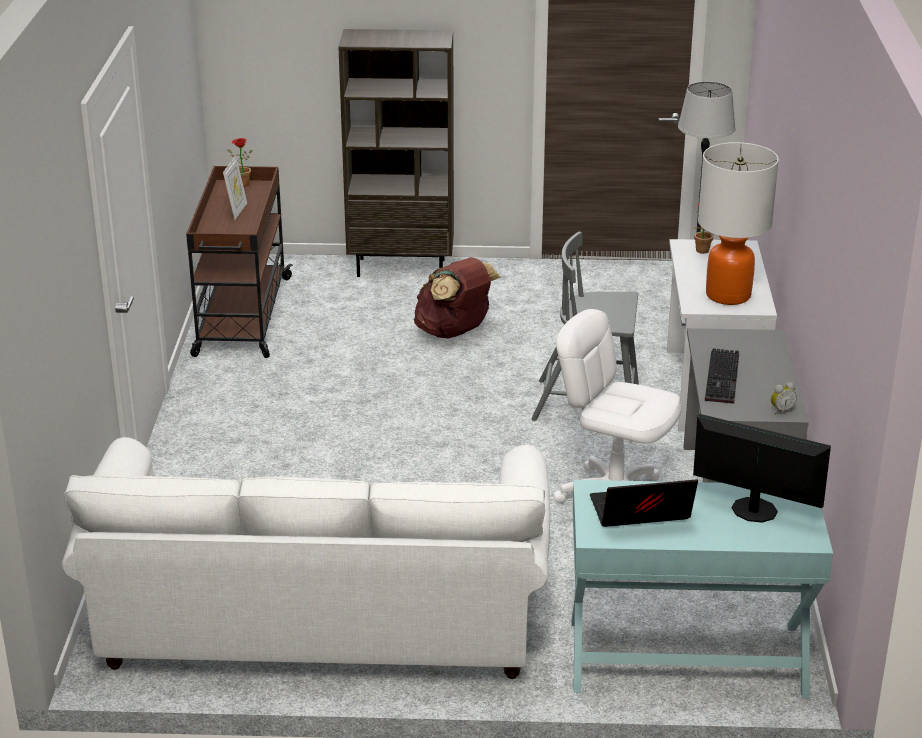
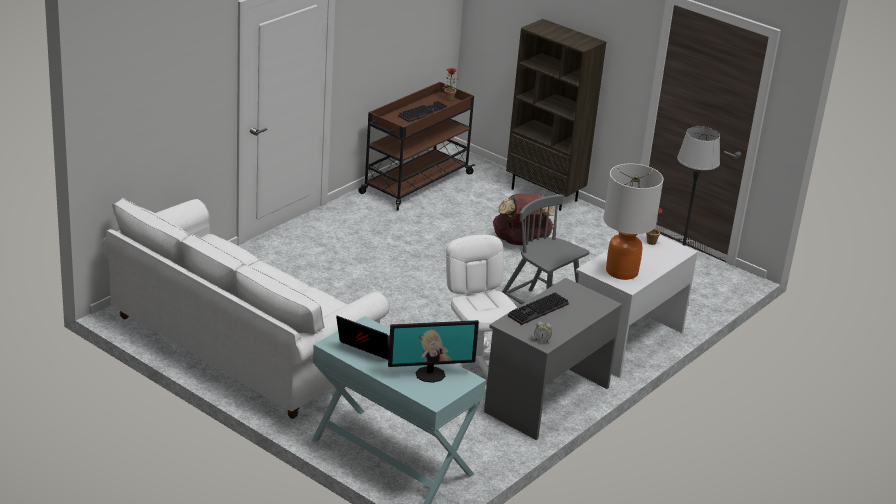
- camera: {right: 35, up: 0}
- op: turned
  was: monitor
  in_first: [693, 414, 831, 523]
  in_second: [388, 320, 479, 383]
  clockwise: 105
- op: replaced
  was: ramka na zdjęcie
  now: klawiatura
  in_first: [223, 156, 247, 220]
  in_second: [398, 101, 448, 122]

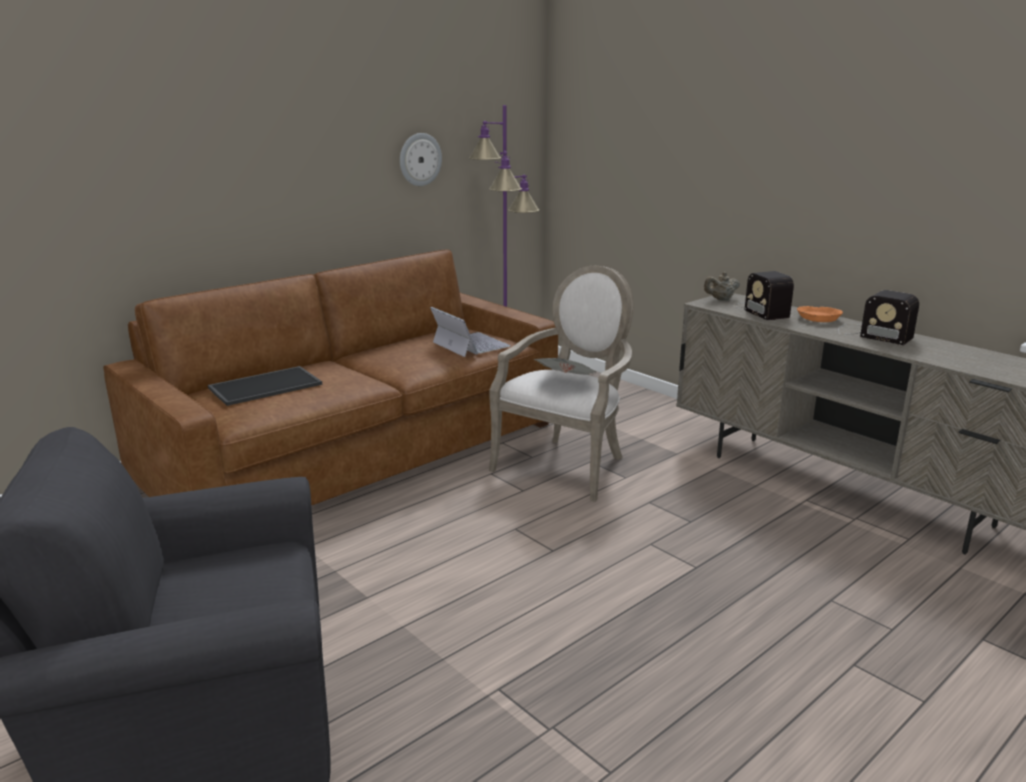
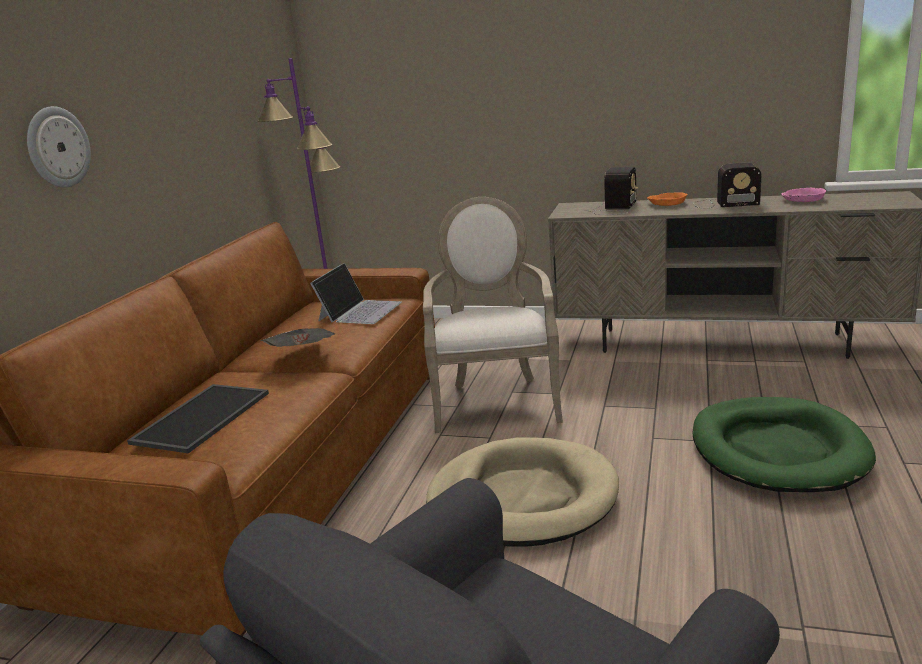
- camera: {right: -30, up: 0}
- op: moved
  was: zegar ścienny
  in_first: [400, 133, 442, 186]
  in_second: [27, 106, 91, 188]
- op: moved
  was: gazeta
  in_first: [533, 358, 596, 375]
  in_second: [260, 328, 335, 347]
- op: turned
  was: laptop
  in_first: [430, 307, 511, 357]
  in_second: [310, 263, 402, 324]
  clockwise: 90
- op: added
  now: legowisko/beżowy
  in_second: [426, 437, 619, 547]
- op: turned
  was: radio
  in_first: [734, 271, 794, 320]
  in_second: [591, 167, 639, 215]
  clockwise: -105
- op: added
  now: legowisko/zielony
  in_second: [692, 397, 876, 492]
- op: added
  now: miska/różowy
  in_second: [781, 188, 826, 202]
- op: removed
  was: imbryk/beżowy
  in_first: [704, 272, 740, 301]

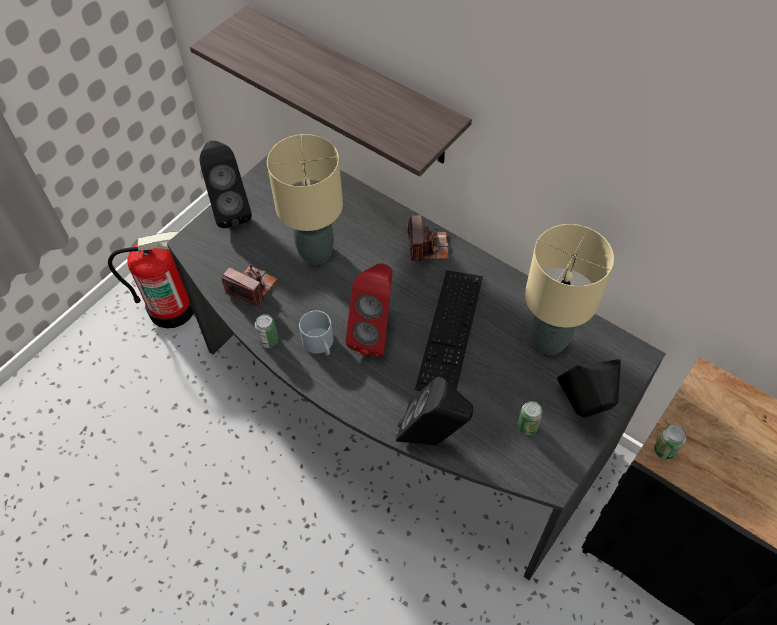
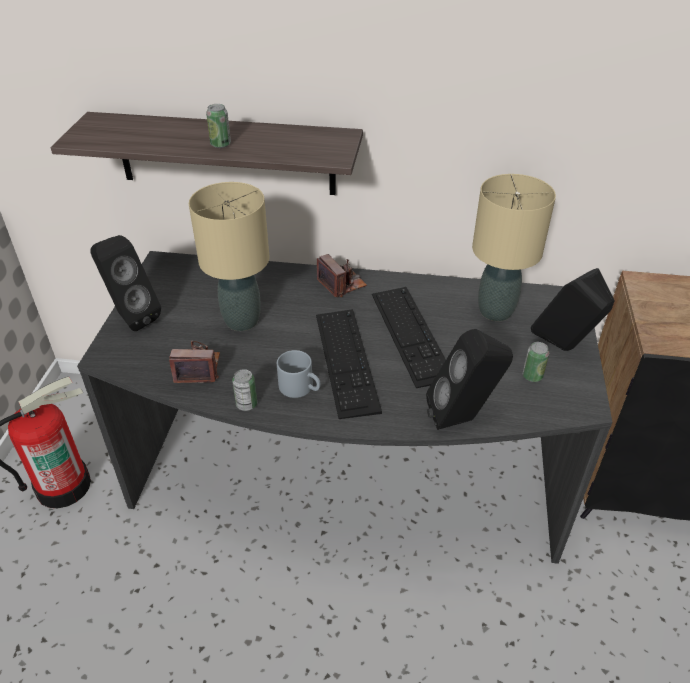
- camera: {right: -30, up: -15}
- op: moved
  was: puszka
  in_first: [654, 424, 686, 460]
  in_second: [206, 104, 231, 148]
- op: replaced
  was: głośnik/czerwony
  now: klawiatura
  in_first: [346, 263, 393, 358]
  in_second: [316, 309, 382, 419]

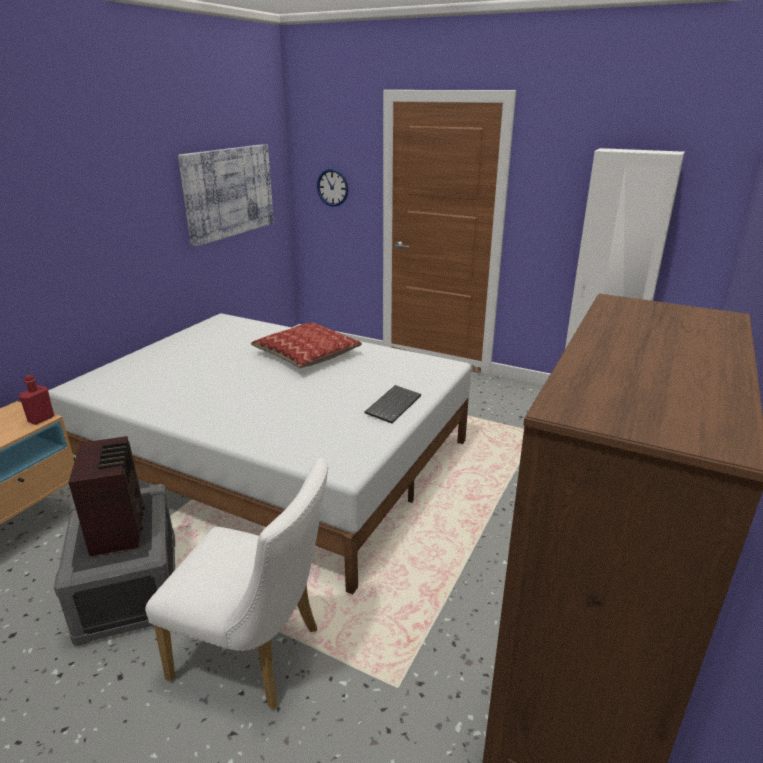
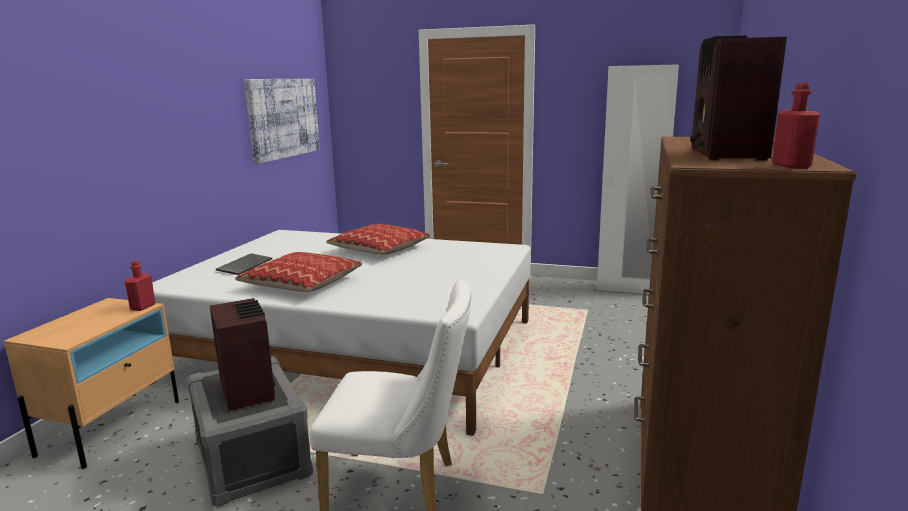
- camera: {right: -10, up: -10}
- op: moved
  was: klawiatura
  in_first: [365, 385, 421, 424]
  in_second: [216, 253, 272, 275]
- op: added
  now: poduszka
  in_second: [235, 252, 362, 292]
- op: added
  now: radio
  in_second: [690, 35, 787, 160]
- op: added
  now: butelka/czerwony
  in_second: [772, 83, 820, 168]
- op: removed
  was: zegar ścienny
  in_first: [317, 169, 348, 207]

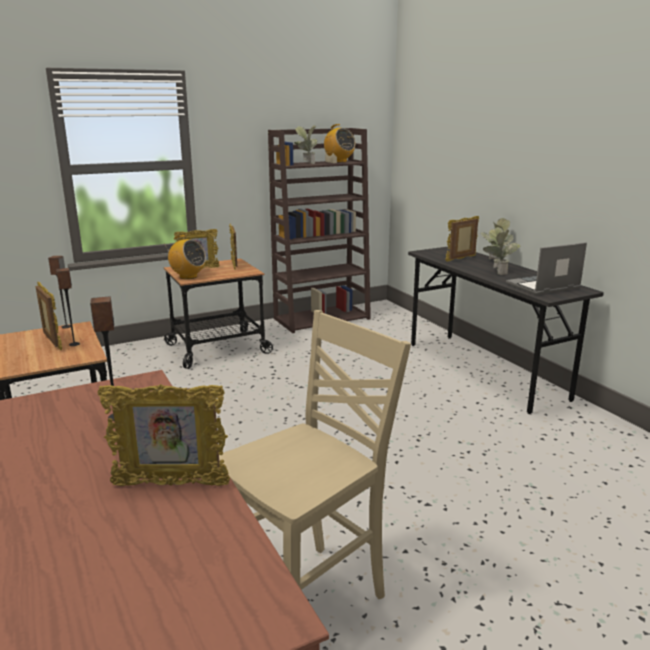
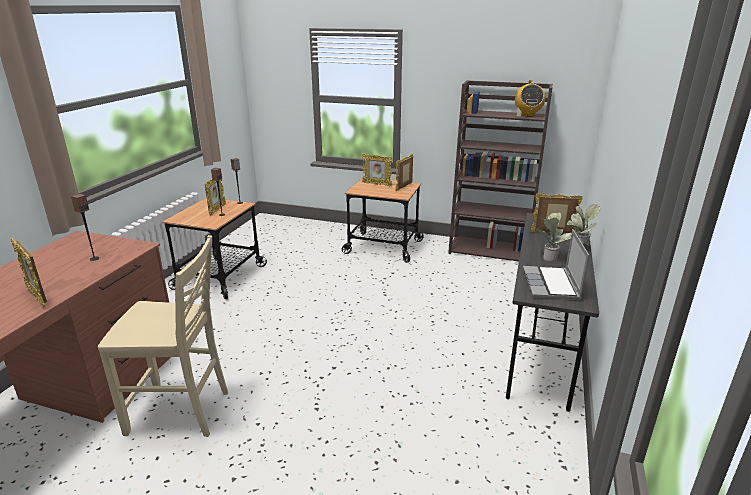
- camera: {right: 45, up: 5}
- op: turned
  was: laptop
  in_first: [506, 242, 587, 295]
  in_second: [523, 229, 589, 300]
  clockwise: -105
- op: removed
  was: radio
  in_first: [164, 235, 206, 279]
- op: removed
  was: roślina doniczkowa
  in_first: [294, 125, 317, 164]

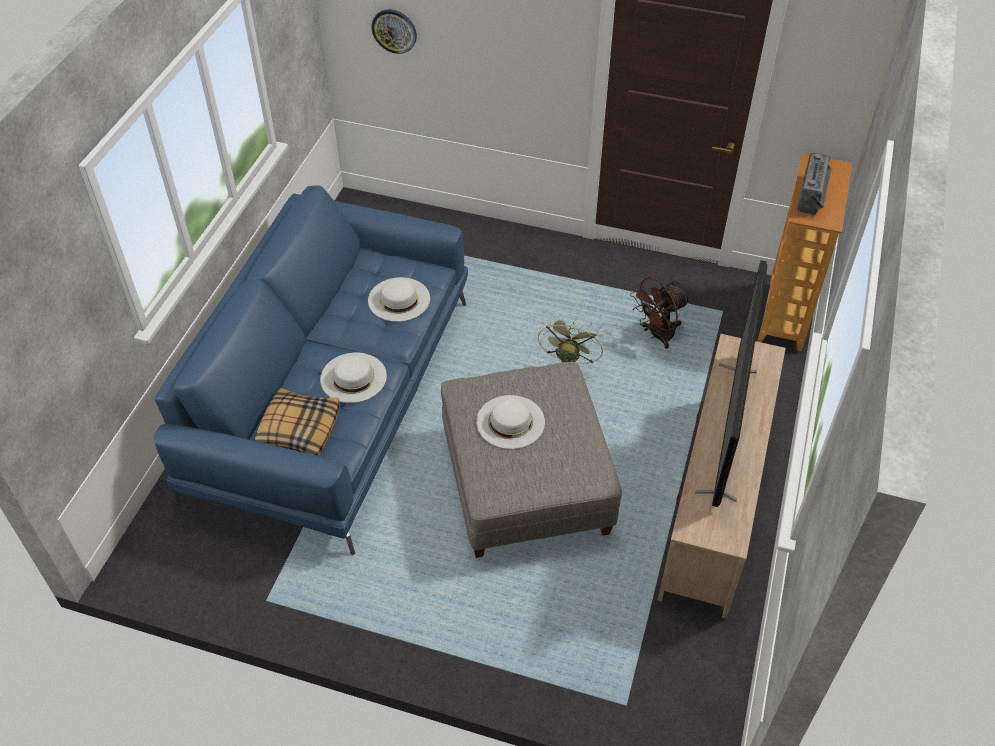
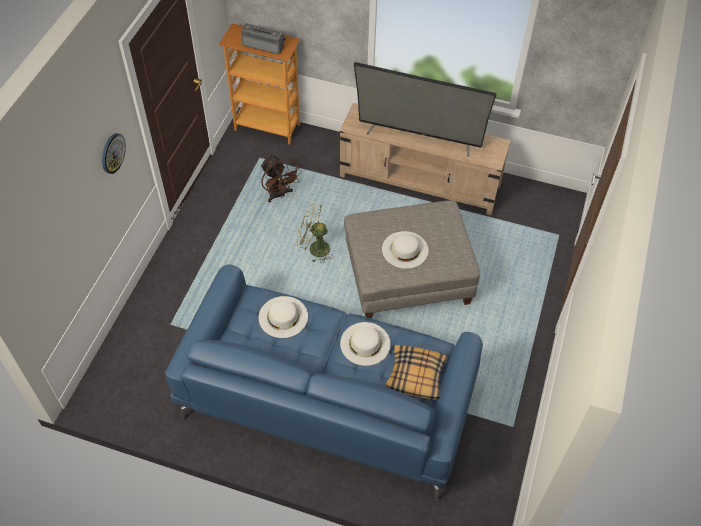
- camera: {right: -90, up: 5}
- op: moved
  was: zegar ścienny
  in_first: [371, 9, 417, 54]
  in_second: [102, 133, 126, 174]

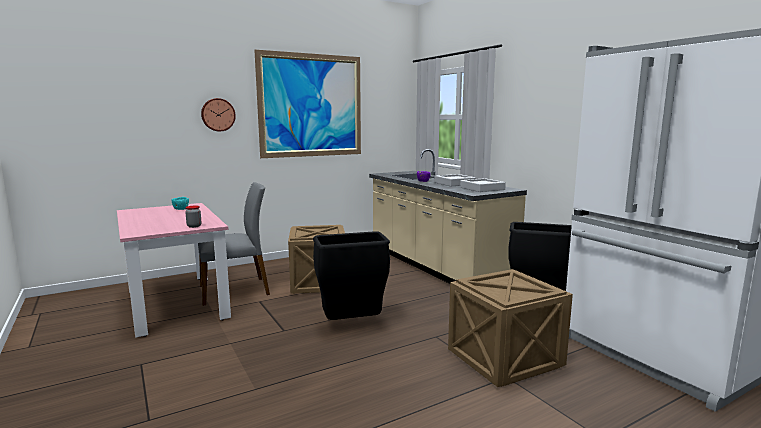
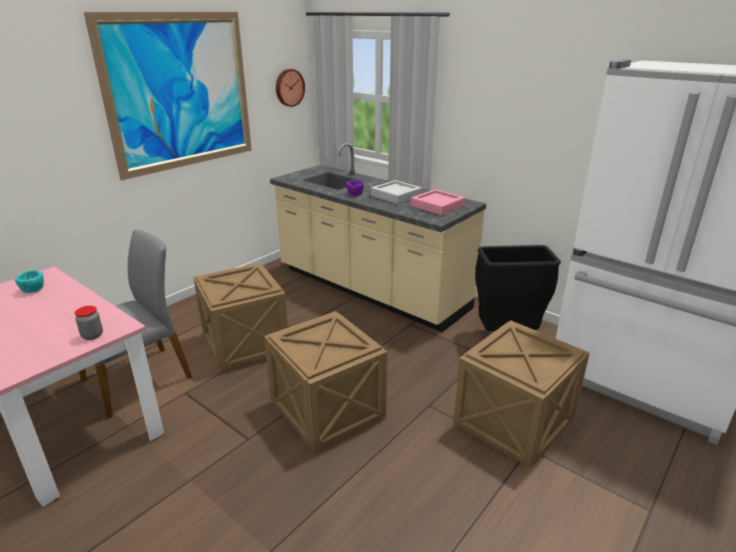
- camera: {right: -20, up: 15}
- op: replaced
  was: kosz na śmieci/czarny
  now: skrzynka
  in_first: [313, 231, 390, 320]
  in_second: [264, 311, 387, 452]
- op: moved
  was: zegar ścienny
  in_first: [201, 98, 236, 131]
  in_second: [276, 69, 305, 107]
- op: recoloured
  was: taca/szary
  now: taca/różowy
  in_first: [460, 178, 506, 192]
  in_second: [411, 189, 465, 215]

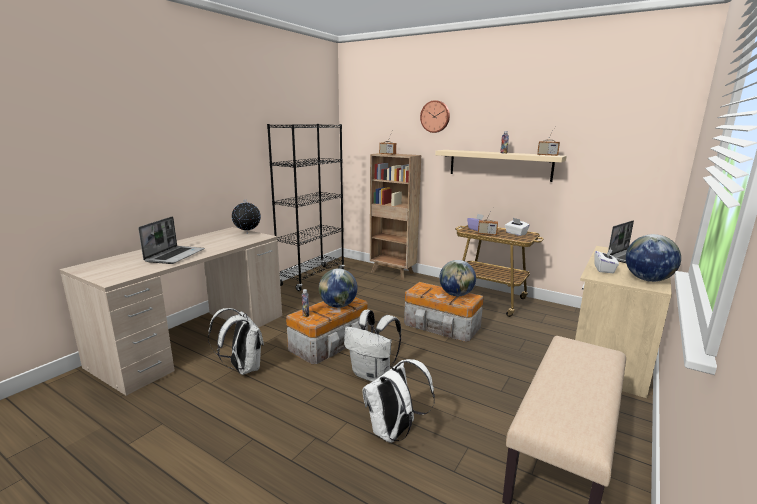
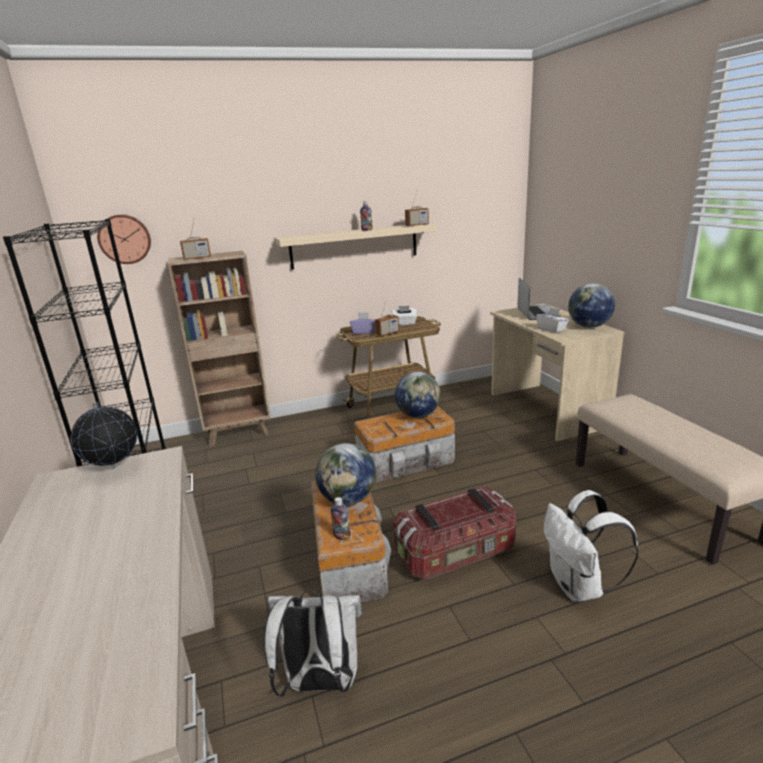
- camera: {right: -50, up: 5}
- op: moved
  was: zegar ścienny
  in_first: [420, 100, 450, 133]
  in_second: [97, 214, 151, 264]
- op: replaced
  was: plecak/biały
  now: pojemnik do przechowywania
  in_first: [344, 310, 401, 382]
  in_second: [393, 486, 517, 579]
- op: removed
  was: laptop
  in_first: [138, 217, 205, 264]

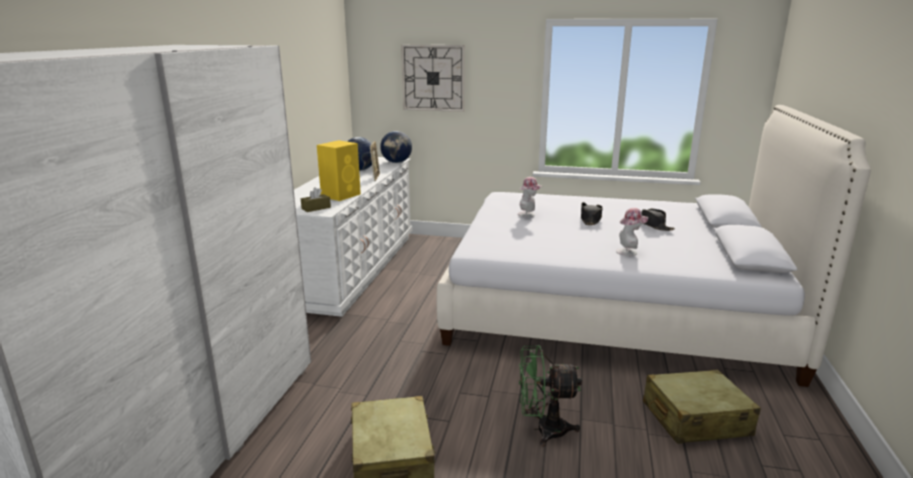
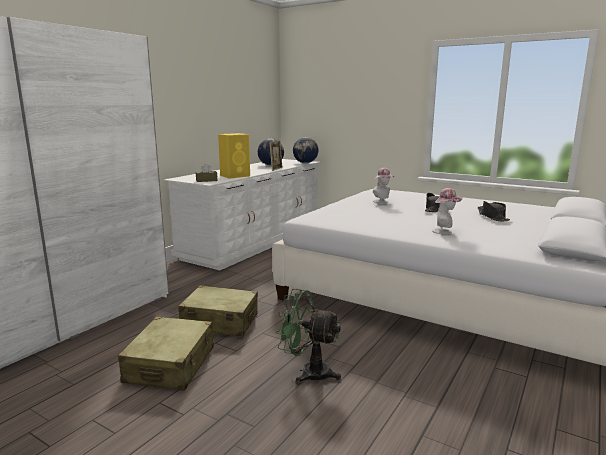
- camera: {right: 20, up: -5}
- op: moved
  was: walizka/beżowy
  in_first: [643, 369, 761, 444]
  in_second: [178, 285, 258, 337]
- op: removed
  was: zegar ścienny
  in_first: [401, 45, 465, 112]

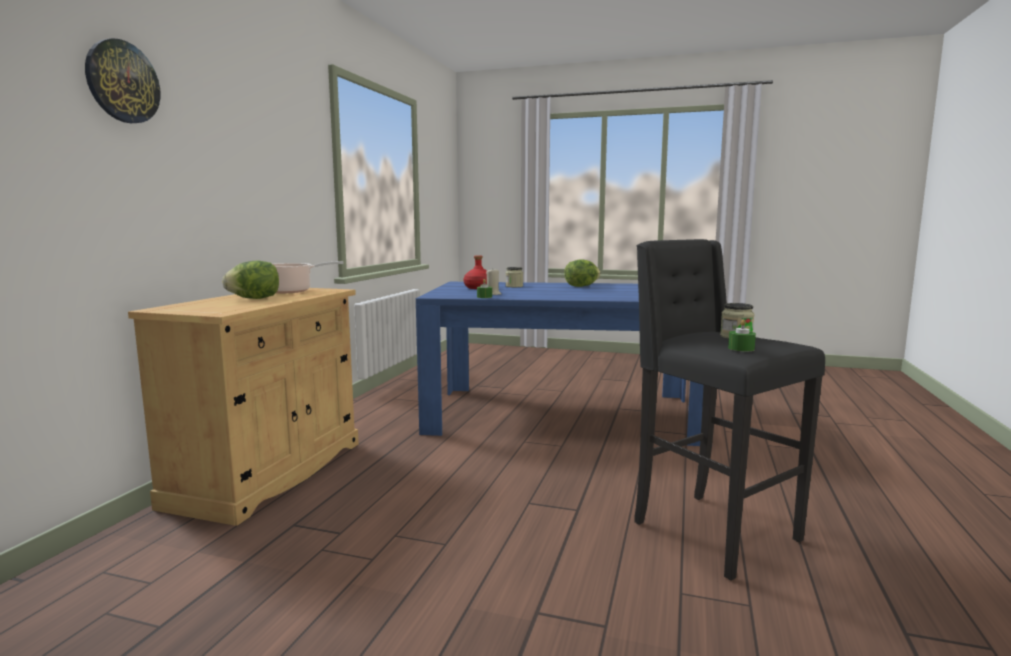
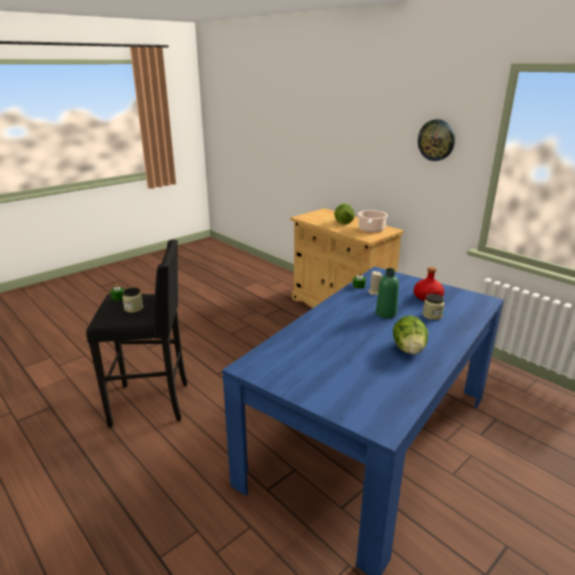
- camera: {right: 120, up: 15}
- op: added
  now: butelka/zielony
  in_second: [376, 268, 399, 318]
- op: moved
  was: zegar ścienny
  in_first: [85, 38, 160, 123]
  in_second: [418, 119, 455, 161]

